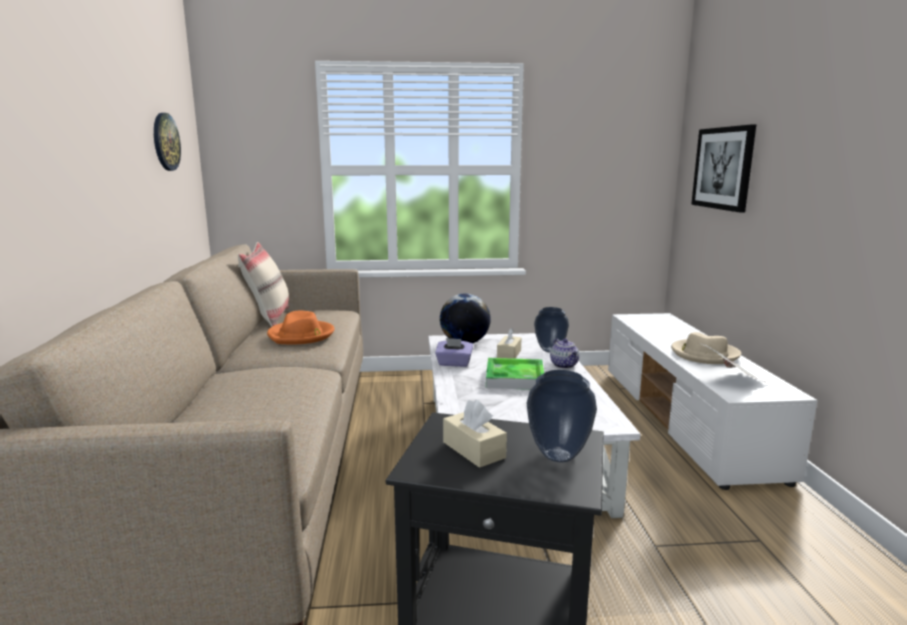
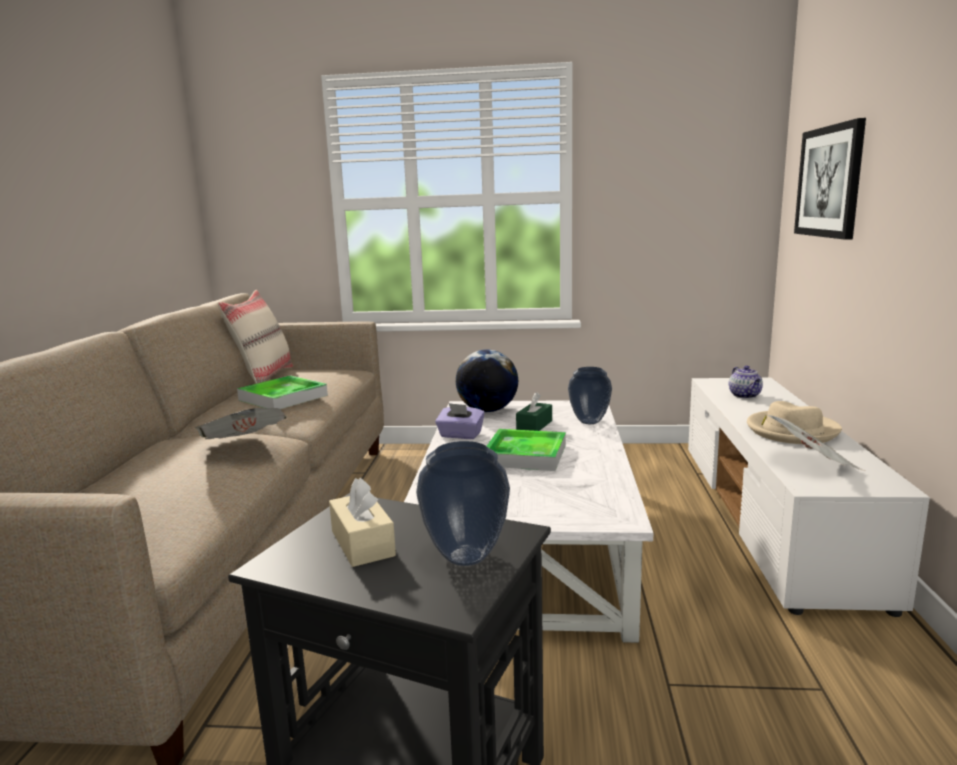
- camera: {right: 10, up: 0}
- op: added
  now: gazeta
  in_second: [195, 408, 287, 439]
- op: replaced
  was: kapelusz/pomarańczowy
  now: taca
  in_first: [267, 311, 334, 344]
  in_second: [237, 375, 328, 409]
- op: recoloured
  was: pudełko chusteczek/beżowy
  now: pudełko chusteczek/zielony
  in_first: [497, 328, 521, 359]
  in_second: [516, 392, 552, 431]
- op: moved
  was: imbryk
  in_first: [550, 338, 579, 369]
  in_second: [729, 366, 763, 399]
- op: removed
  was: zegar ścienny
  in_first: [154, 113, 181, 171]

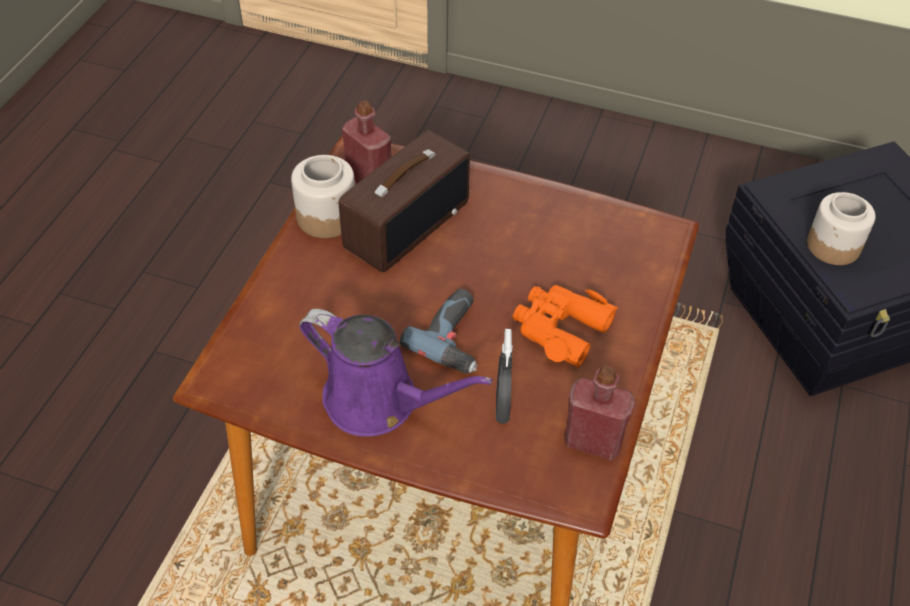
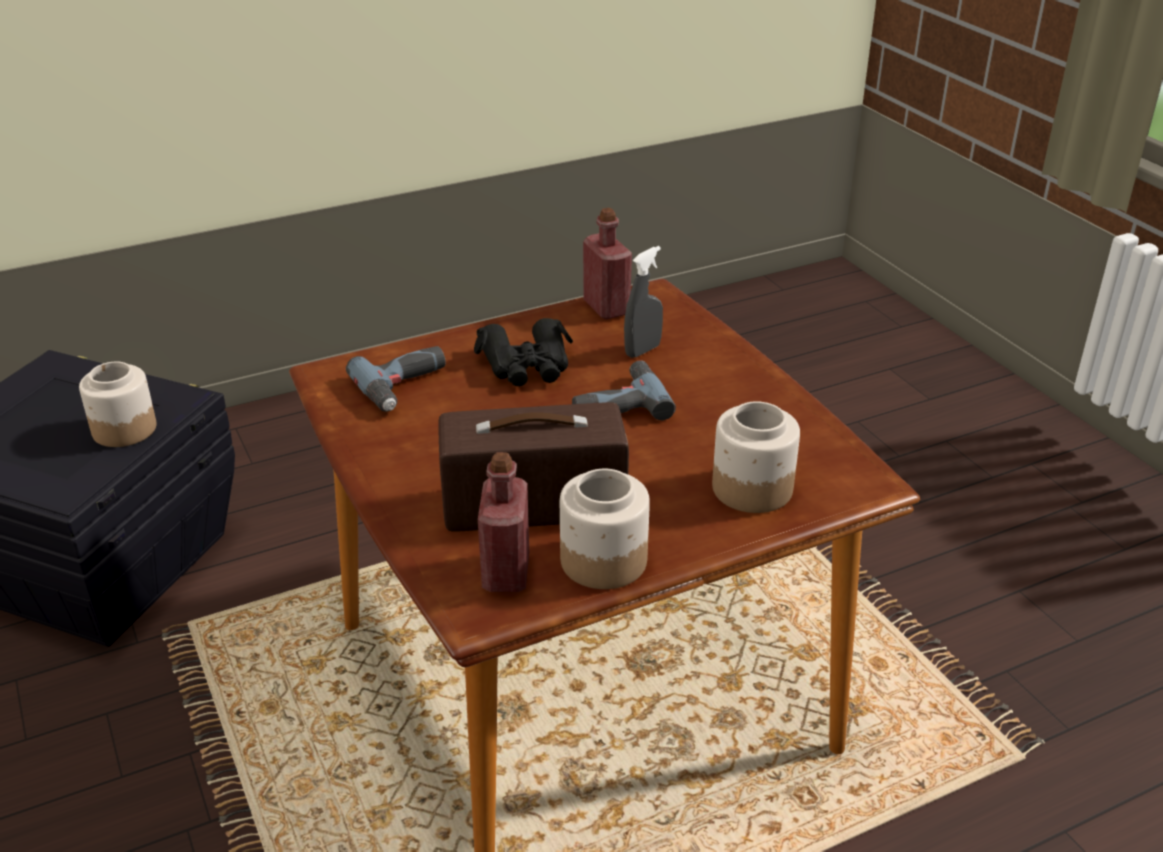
- camera: {right: -135, up: -15}
- op: added
  now: wiertarka
  in_second: [346, 346, 446, 412]
- op: recoloured
  was: lornetka/pomarańczowy
  now: lornetka/czarny
  in_first: [513, 285, 617, 367]
  in_second: [474, 318, 573, 386]
- op: added
  now: słoik
  in_second: [712, 401, 800, 513]
- op: removed
  was: konewka/fioletowy
  in_first: [299, 309, 493, 437]

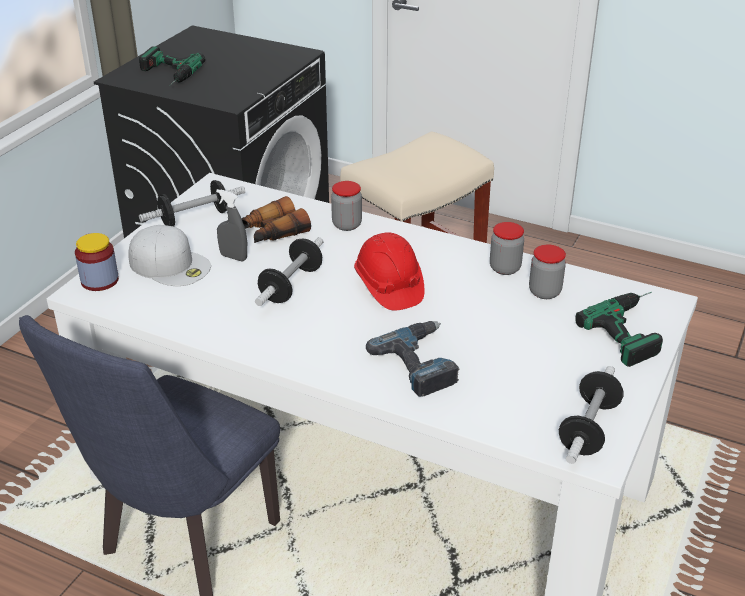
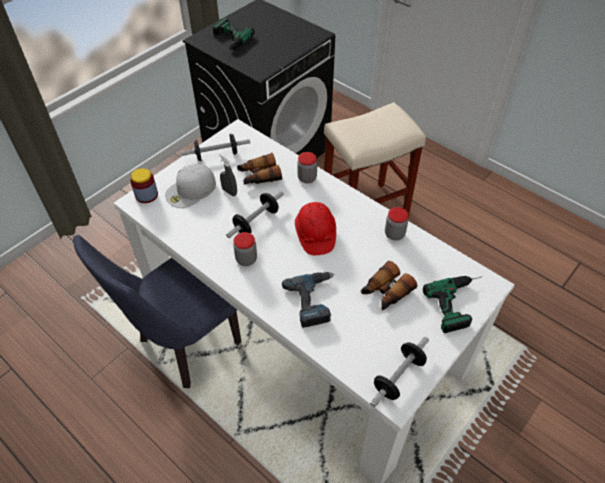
- camera: {right: 15, up: 15}
- op: turned
  was: czapka z daszkiem/biały
  in_first: [128, 225, 211, 286]
  in_second: [165, 164, 216, 208]
  clockwise: 90
- op: moved
  was: słoik
  in_first: [529, 244, 566, 299]
  in_second: [233, 232, 257, 266]
- op: added
  now: lornetka
  in_second: [361, 261, 417, 310]

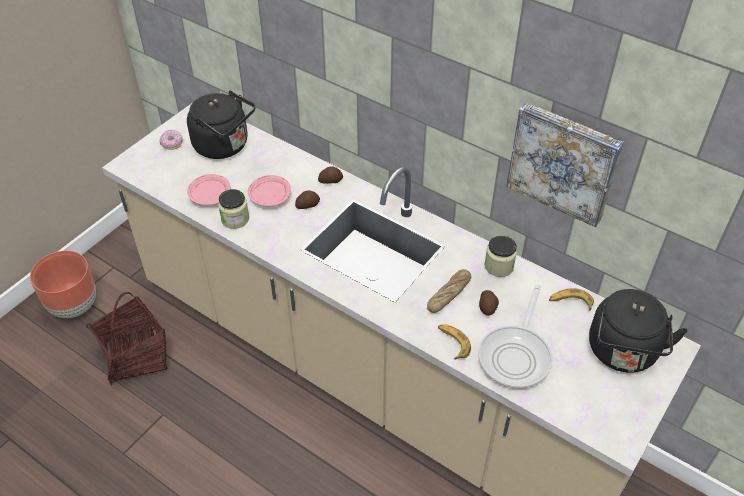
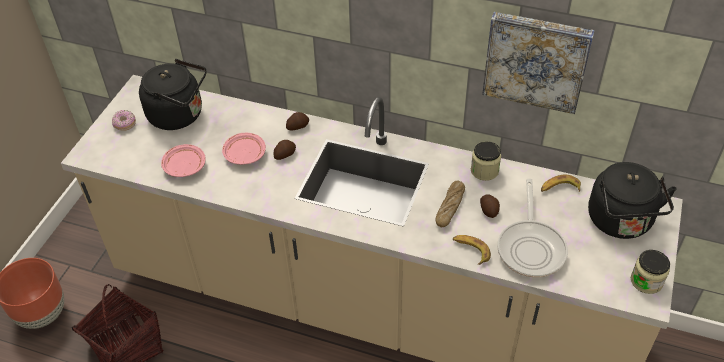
- camera: {right: -15, up: 0}
- op: moved
  was: słoik
  in_first: [218, 189, 249, 229]
  in_second: [631, 250, 670, 294]

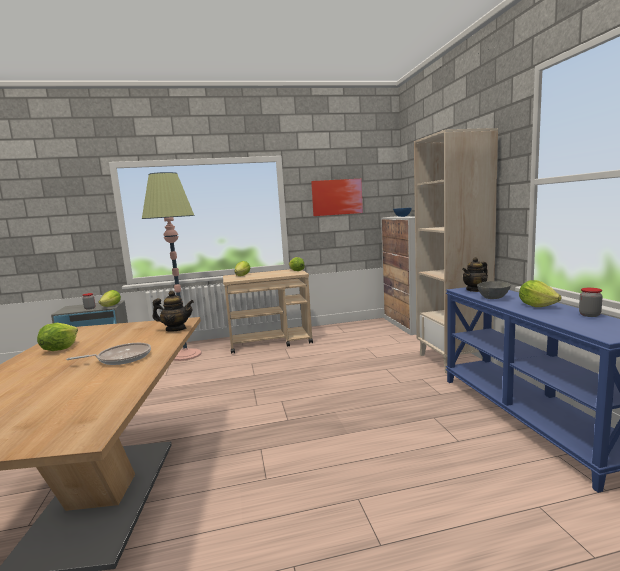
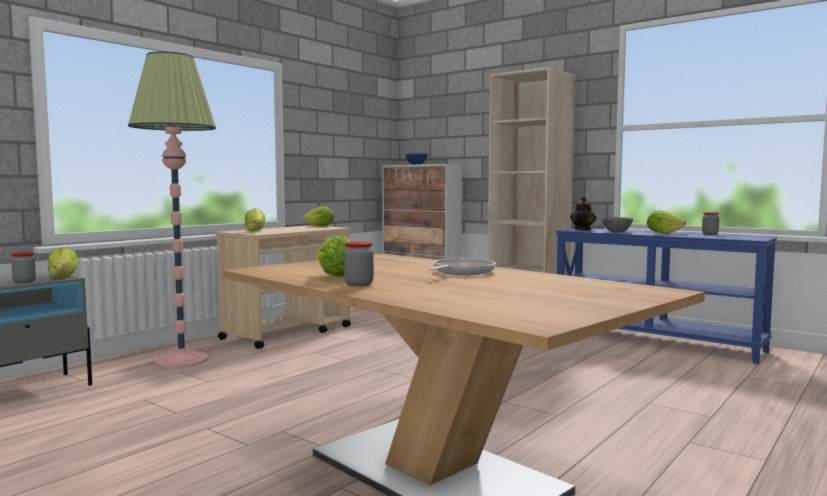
- camera: {right: -40, up: -5}
- op: added
  now: słoik
  in_second: [344, 241, 374, 286]
- op: removed
  was: imbryk
  in_first: [153, 291, 194, 332]
- op: removed
  was: obraz
  in_first: [311, 179, 363, 216]

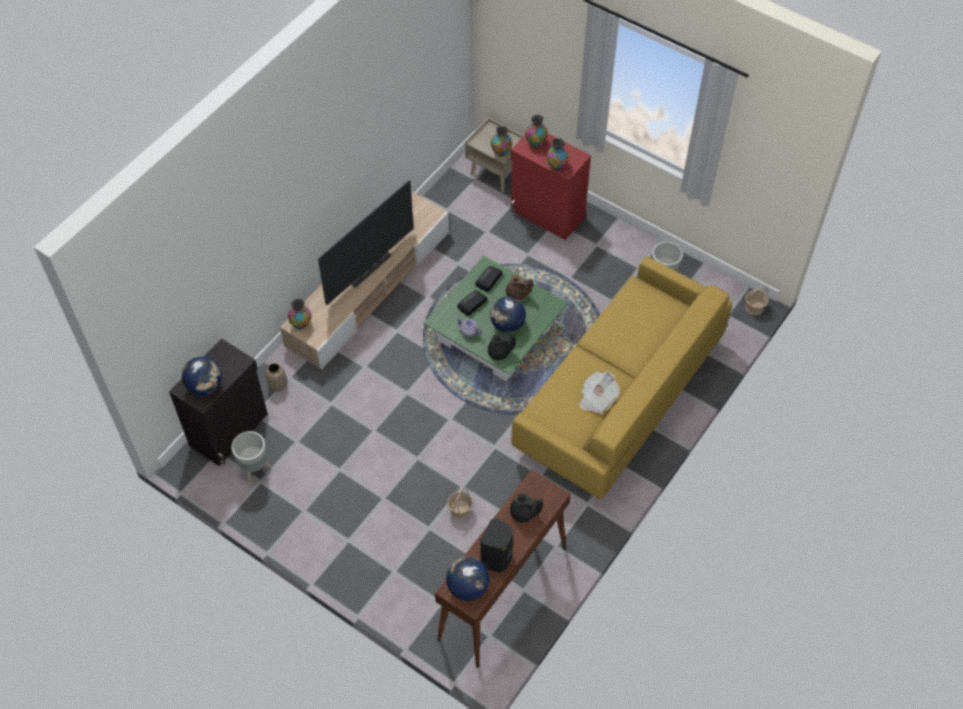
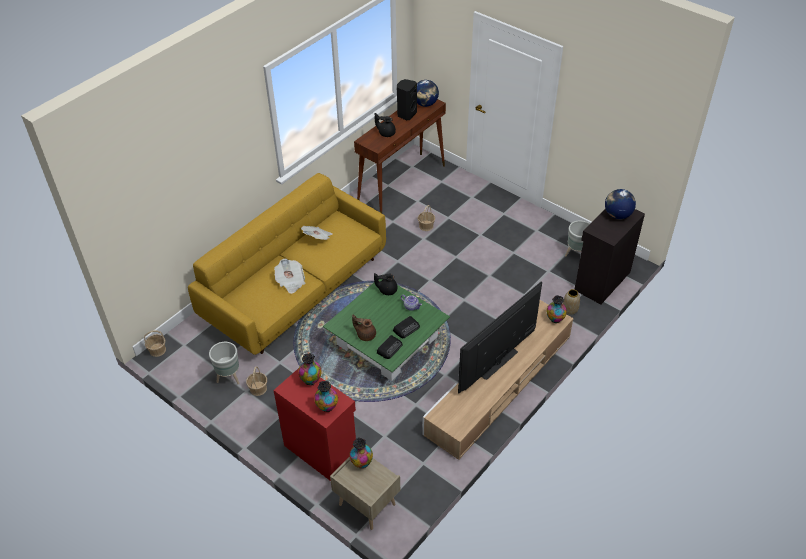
- camera: {right: -175, up: -10}
- op: added
  now: koszyk
  in_second: [246, 366, 267, 396]
- op: added
  now: gazeta
  in_second: [274, 258, 306, 294]
- op: removed
  was: globus
  in_first: [490, 297, 526, 333]

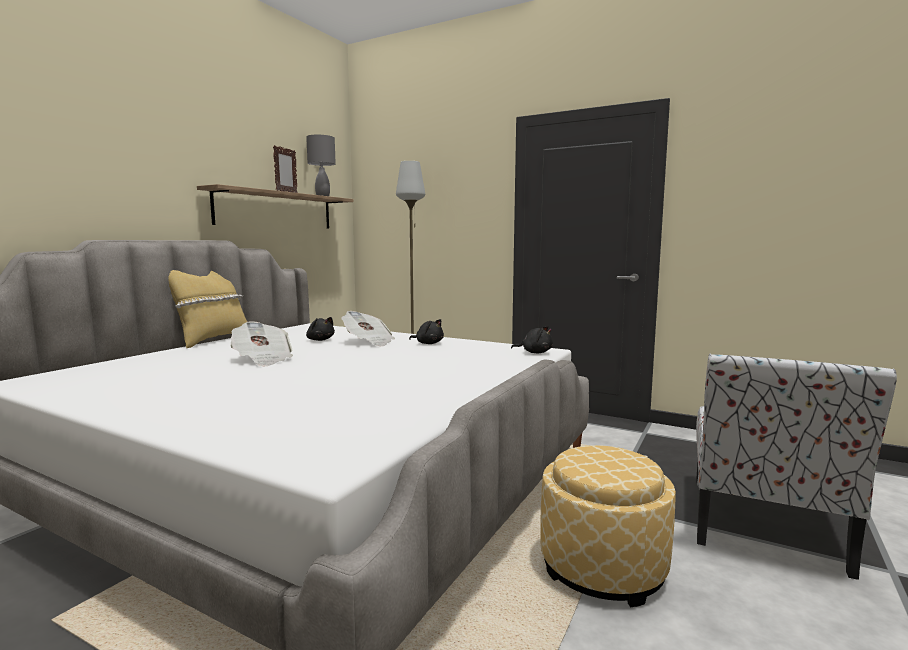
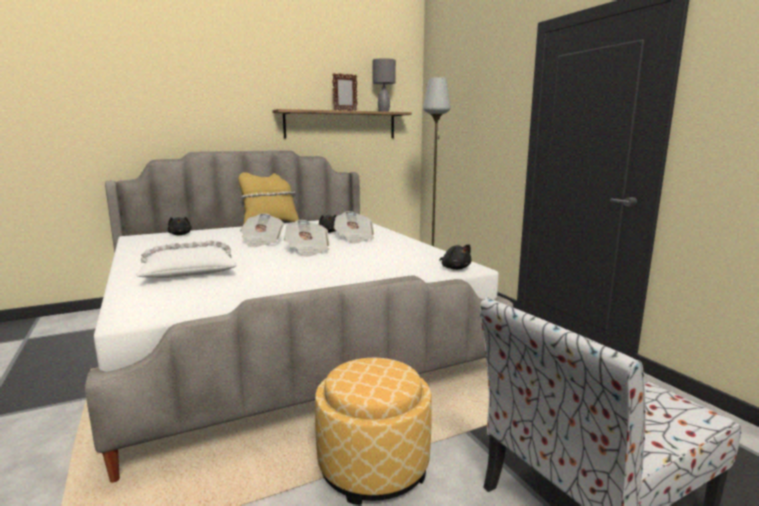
- camera: {right: 35, up: 5}
- op: added
  now: poduszka/biały
  in_second: [136, 240, 236, 278]
- op: moved
  was: pluszak/czarny
  in_first: [409, 319, 444, 344]
  in_second: [168, 217, 192, 235]
- op: added
  now: gazeta
  in_second: [283, 220, 330, 257]

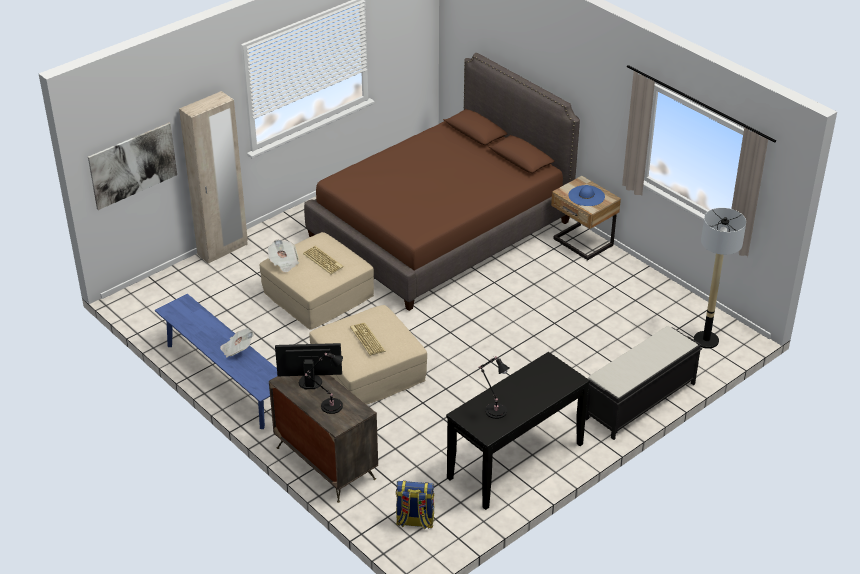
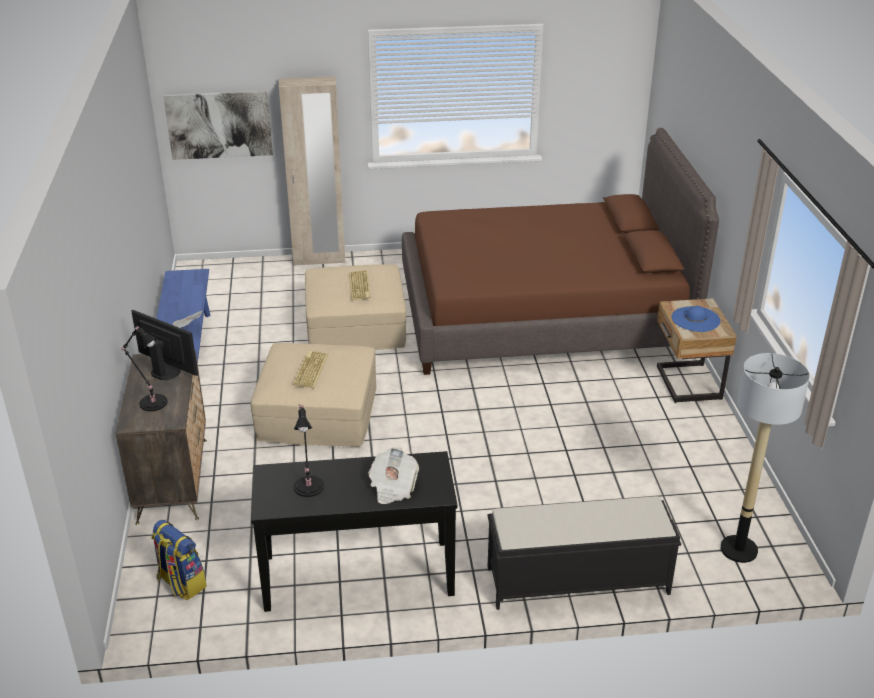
- camera: {right: 35, up: -5}
- op: moved
  was: gazeta
  in_first: [268, 239, 299, 272]
  in_second: [368, 447, 419, 504]

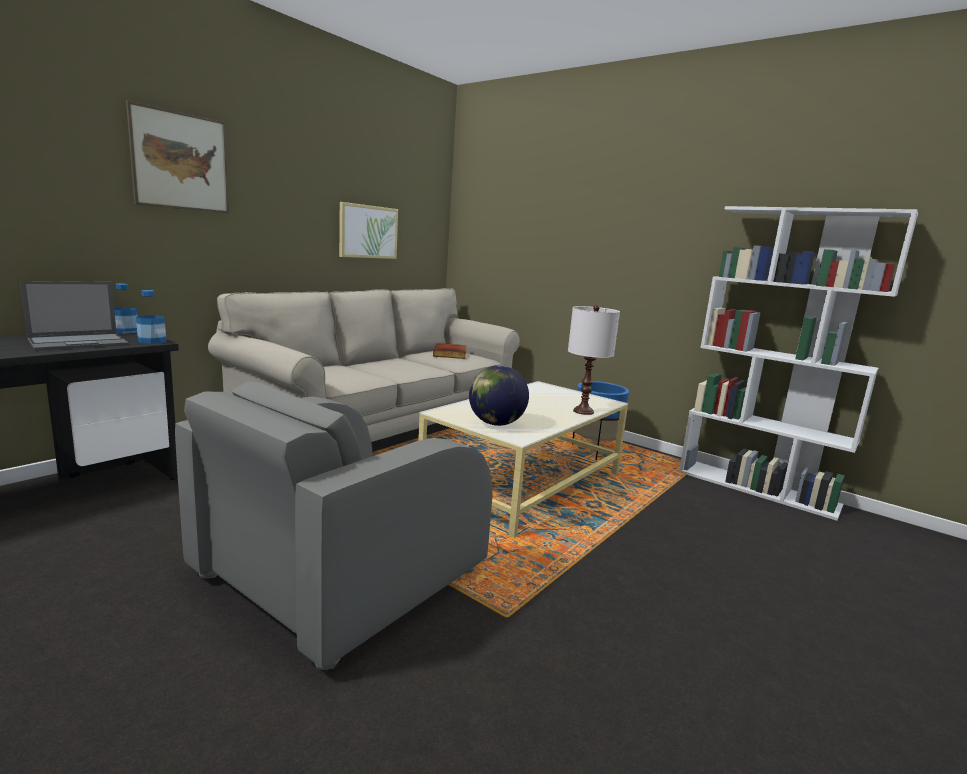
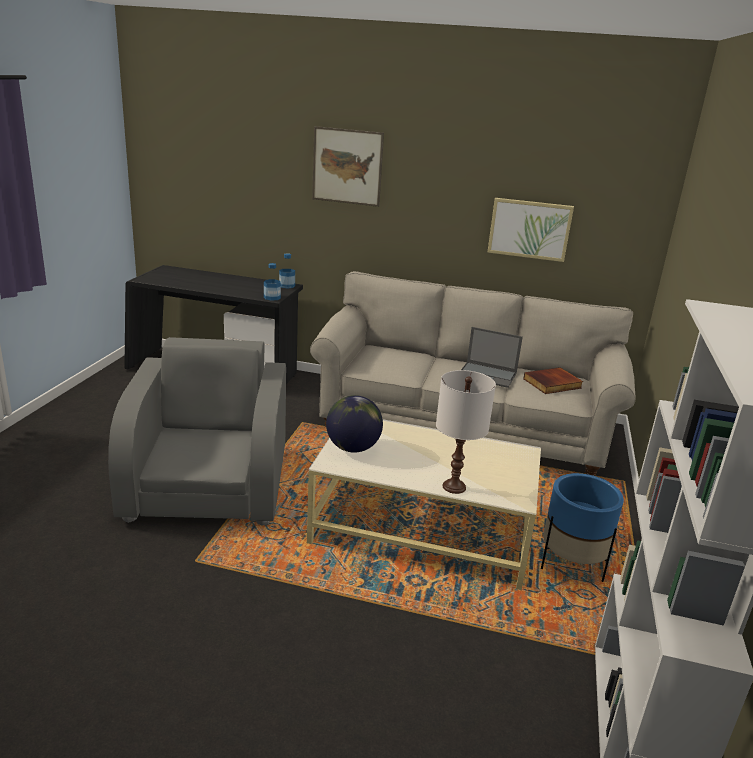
- camera: {right: 65, up: 10}
- op: turned
  was: fotel/szary
  in_first: [175, 381, 493, 670]
  in_second: [108, 337, 286, 526]
  clockwise: 75
- op: moved
  was: laptop
  in_first: [20, 281, 129, 350]
  in_second: [461, 327, 523, 388]

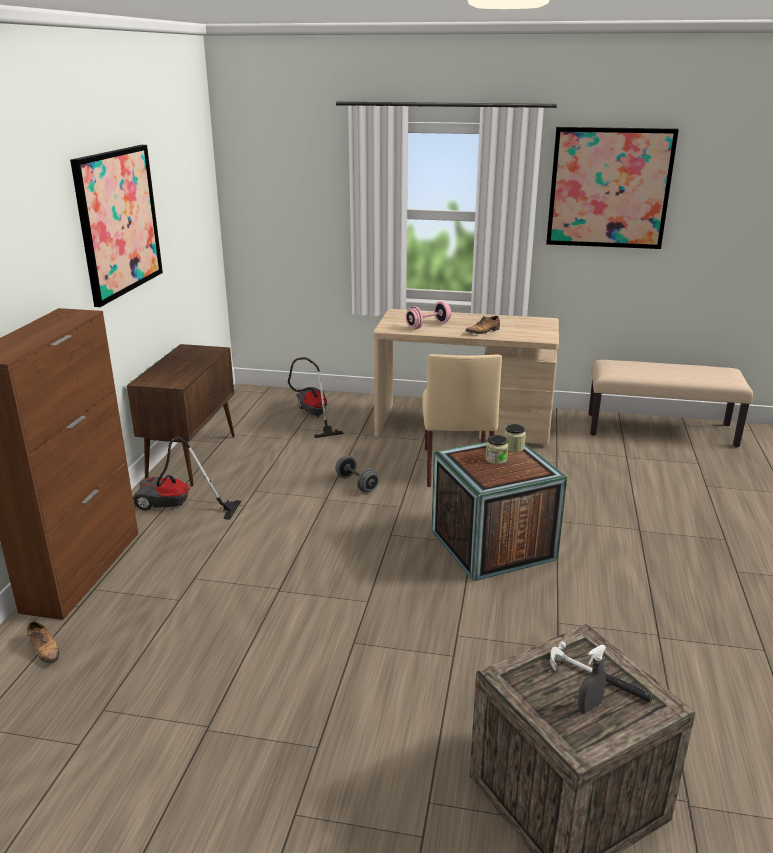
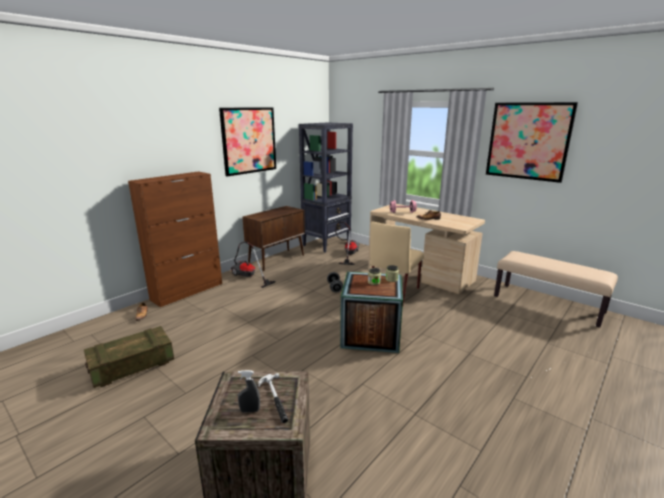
- camera: {right: 30, up: -5}
- op: added
  now: skrzynka
  in_second: [84, 326, 174, 388]
- op: added
  now: regał/czarny
  in_second: [299, 123, 353, 253]

